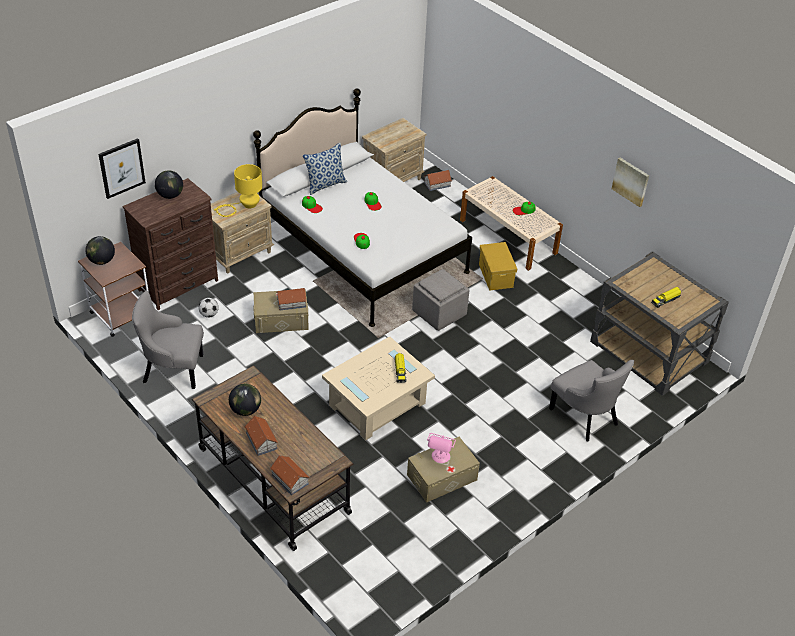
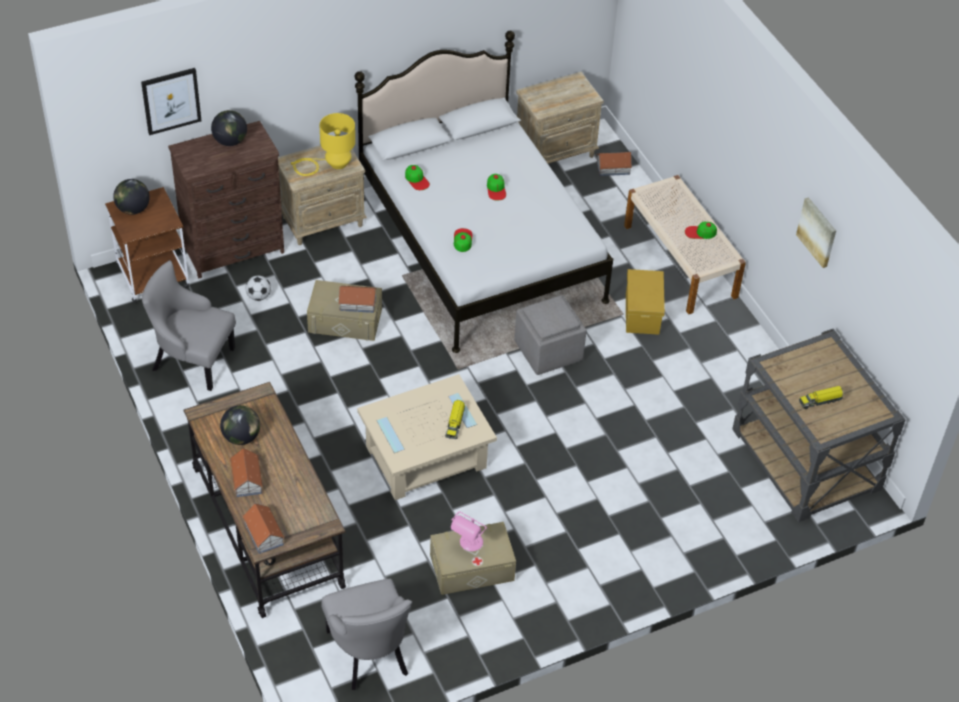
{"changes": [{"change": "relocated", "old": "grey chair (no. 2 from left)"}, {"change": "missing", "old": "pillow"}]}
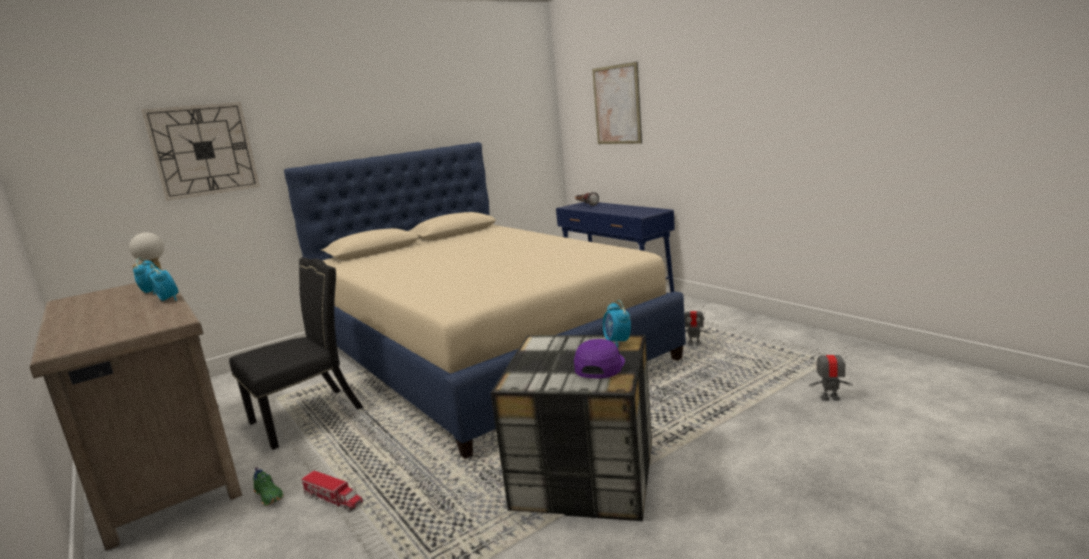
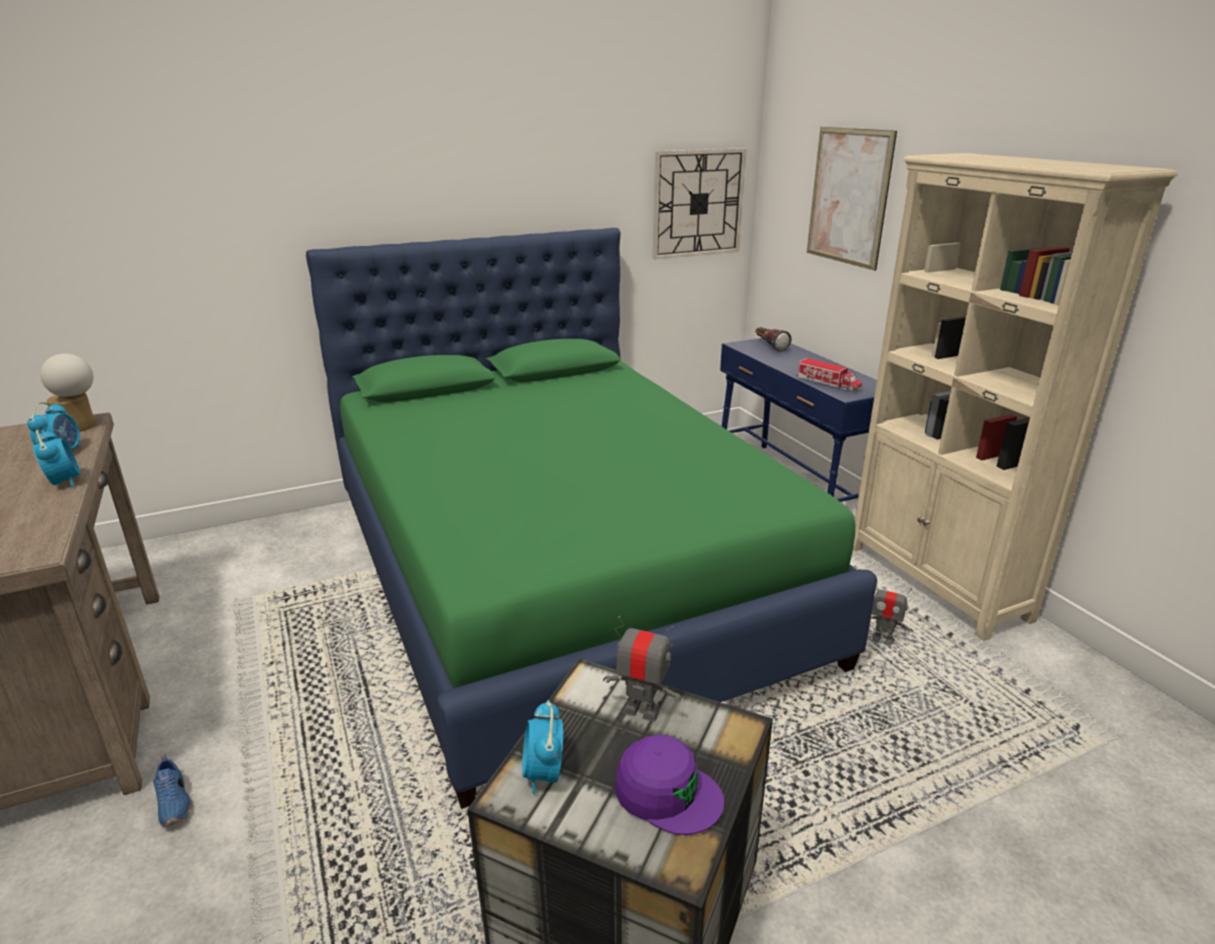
{"changes": [{"change": "colour", "old": "green shoe", "new": "blue shoe"}, {"change": "colour", "old": "beige bed", "new": "green bed"}, {"change": "relocated", "old": "alarm clock (no. 3 from left)"}, {"change": "relocated", "old": "toy robot (no. 2 from left in the first image)", "new": "toy robot (no. 1 from left)"}, {"change": "spun", "old": "purple cap", "degrees": 90}, {"change": "relocated", "old": "wall clock"}, {"change": "relocated", "old": "toy truck"}, {"change": "appeared", "new": "beige bookcase"}, {"change": "missing", "old": "black chair"}]}
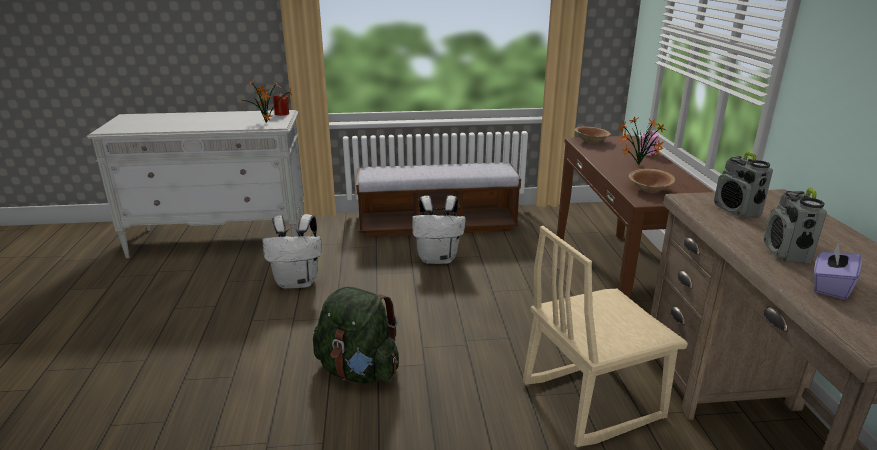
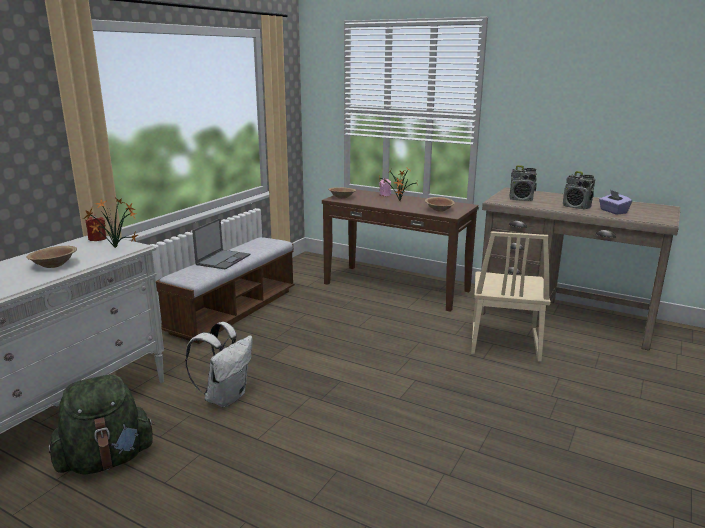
{"changes": [{"change": "appeared", "new": "brown bowl (no. 1 from left)"}, {"change": "relocated", "old": "green backpack"}, {"change": "appeared", "new": "laptop"}, {"change": "missing", "old": "white backpack (no. 2 from left)"}]}
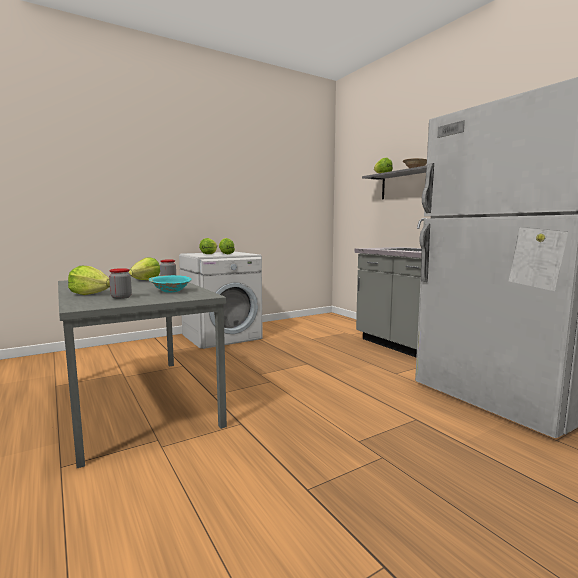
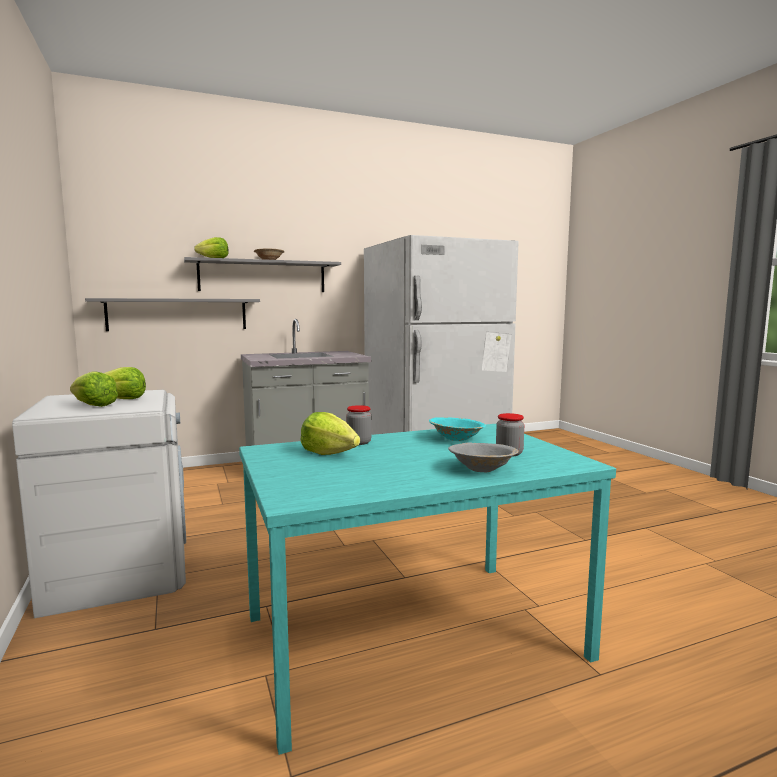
{"changes": [{"change": "appeared", "new": "grey shelf (no. 1 from left)"}, {"change": "colour", "old": "grey dining table", "new": "turquoise dining table"}, {"change": "exchanged", "old": "lettuce (no. 1 from left)", "new": "grey bowl"}]}
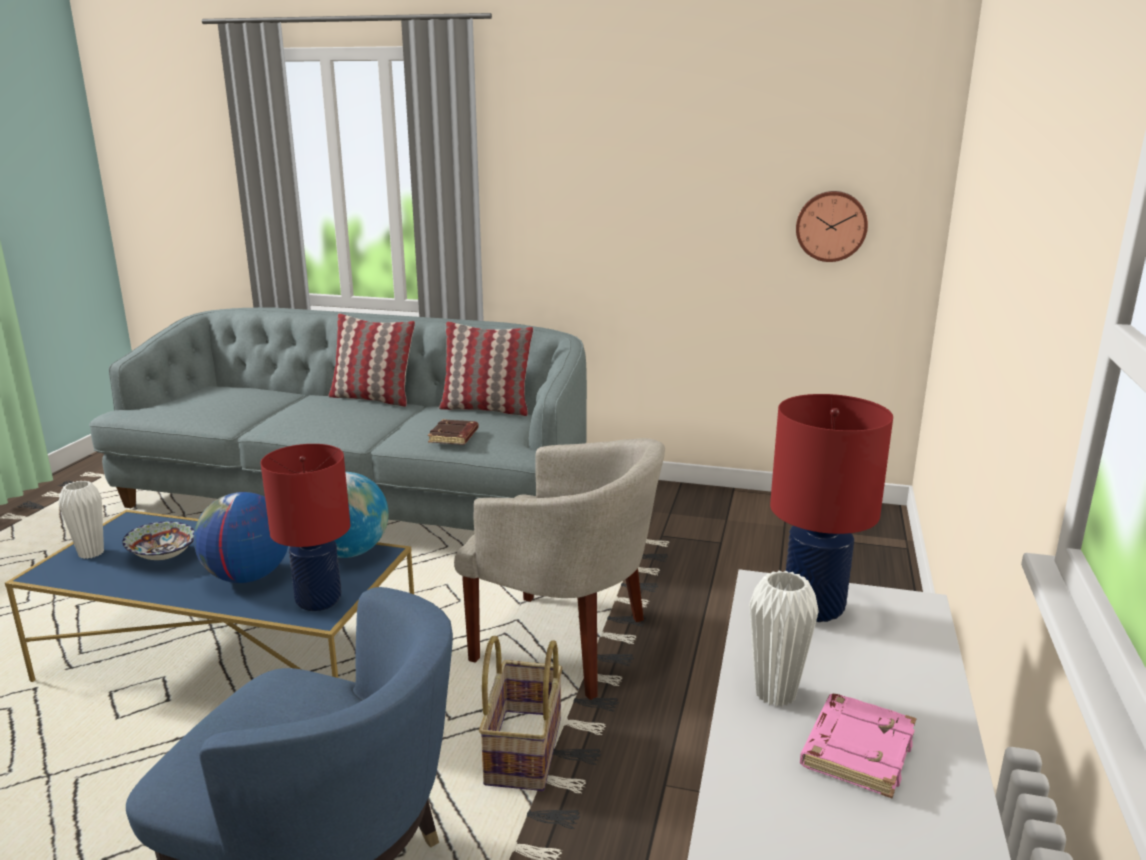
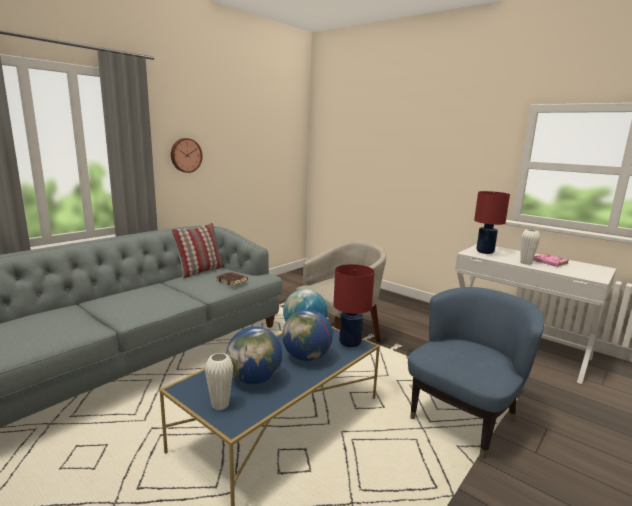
{"changes": [{"change": "relocated", "old": "wall clock"}, {"change": "exchanged", "old": "bowl", "new": "globe (no. 1 from left)"}, {"change": "missing", "old": "pillow (no. 1 from left)"}, {"change": "missing", "old": "basket"}]}
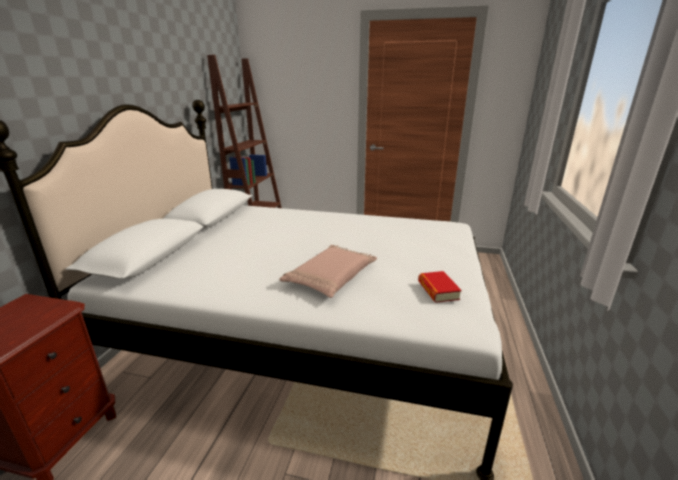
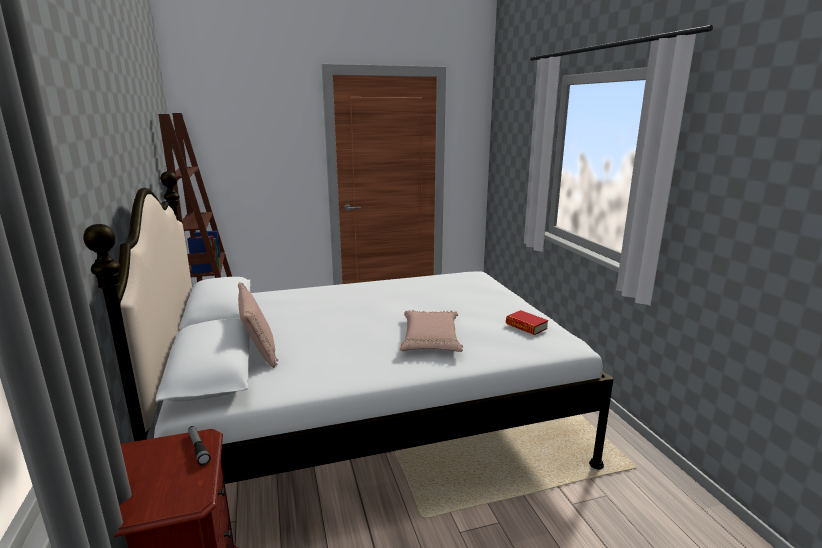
{"changes": [{"change": "appeared", "new": "flashlight"}, {"change": "appeared", "new": "beige pillow (no. 1 from left)"}]}
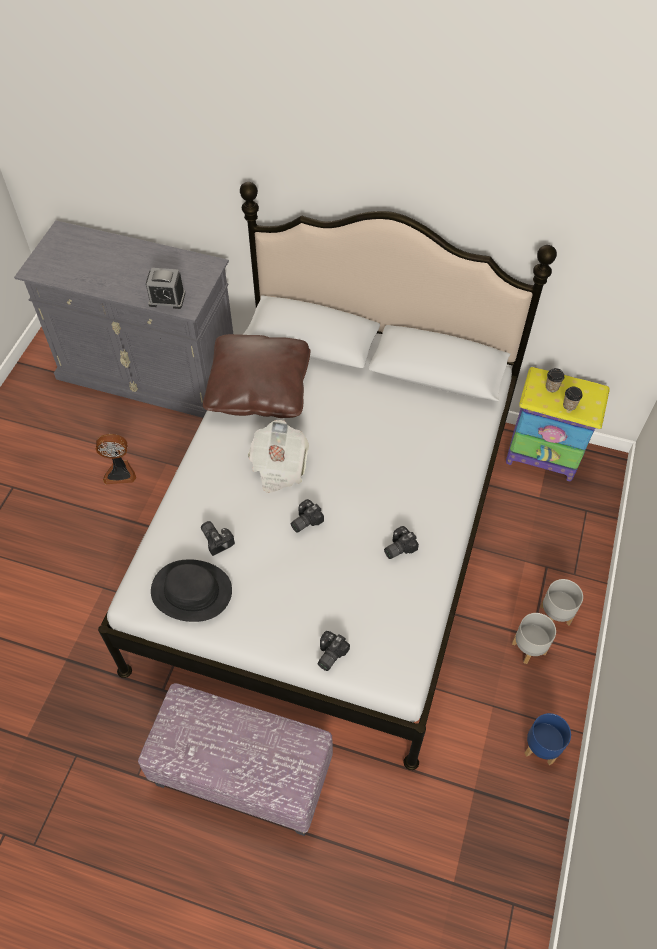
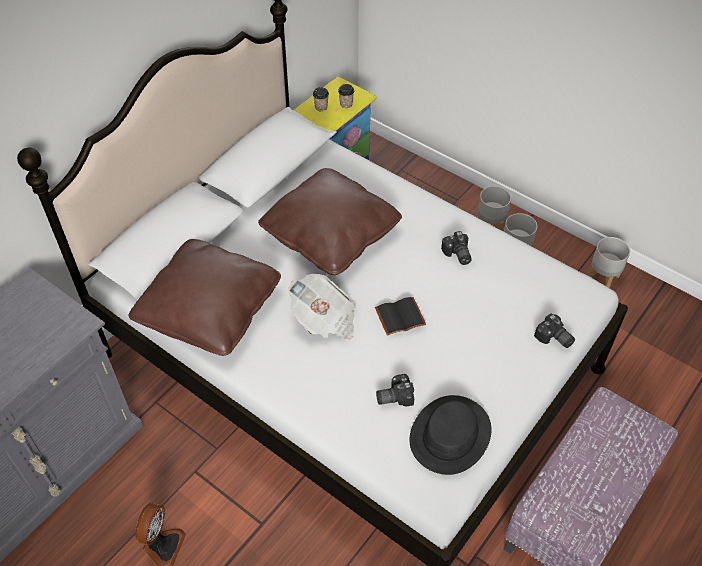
{"changes": [{"change": "appeared", "new": "brown pillow (no. 2 from left)"}, {"change": "exchanged", "old": "photo camera (no. 2 from left)", "new": "black book"}, {"change": "colour", "old": "blue planter", "new": "grey planter (no. 3 from left)"}, {"change": "missing", "old": "alarm clock"}]}
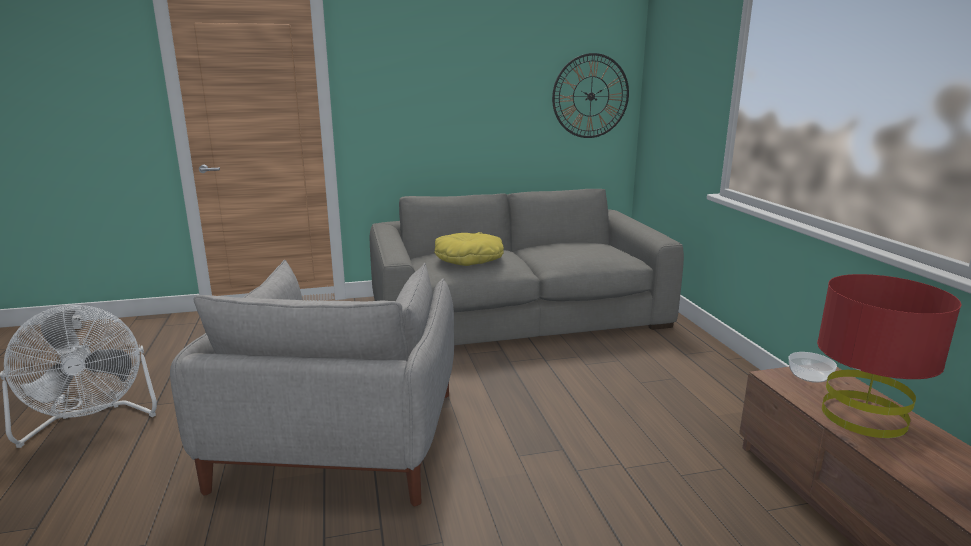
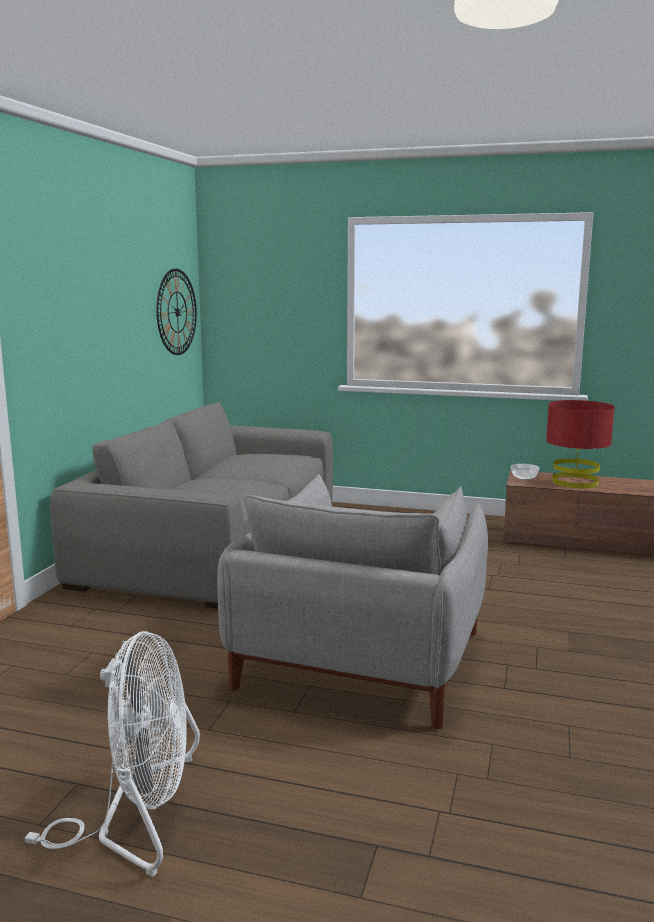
{"changes": [{"change": "spun", "old": "grey armchair", "degrees": 75}, {"change": "missing", "old": "yellow pillow"}]}
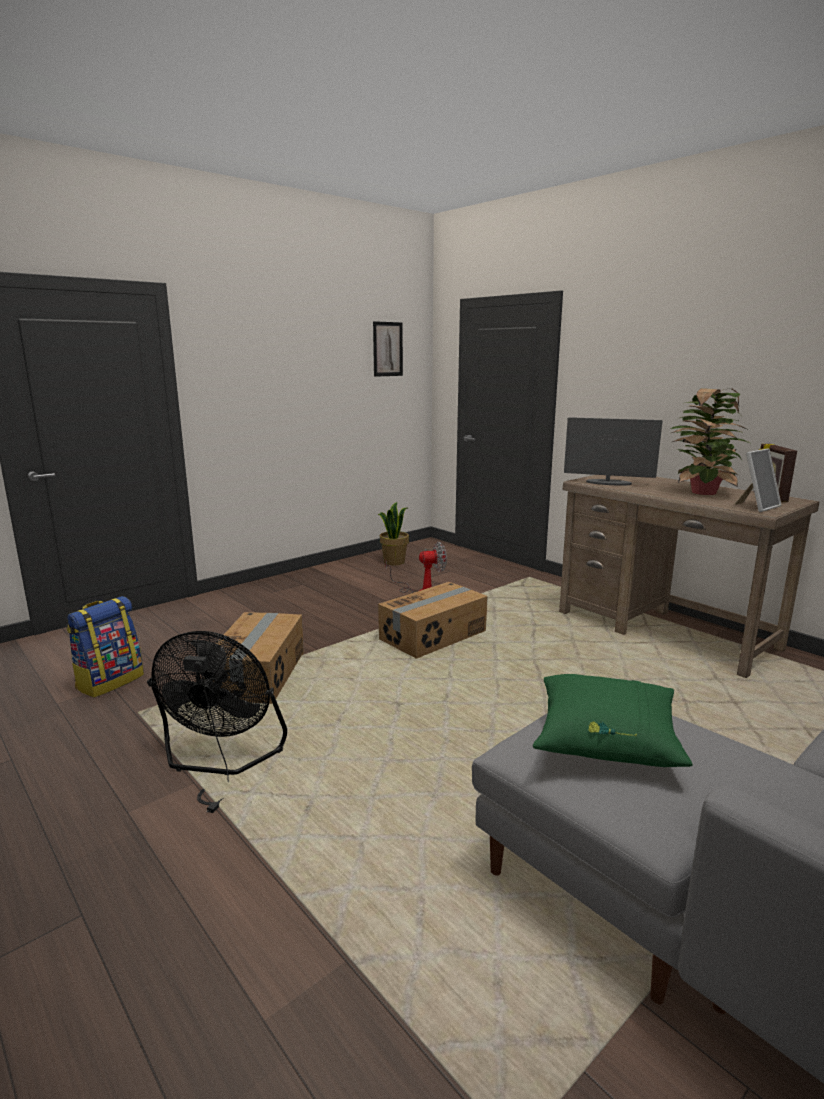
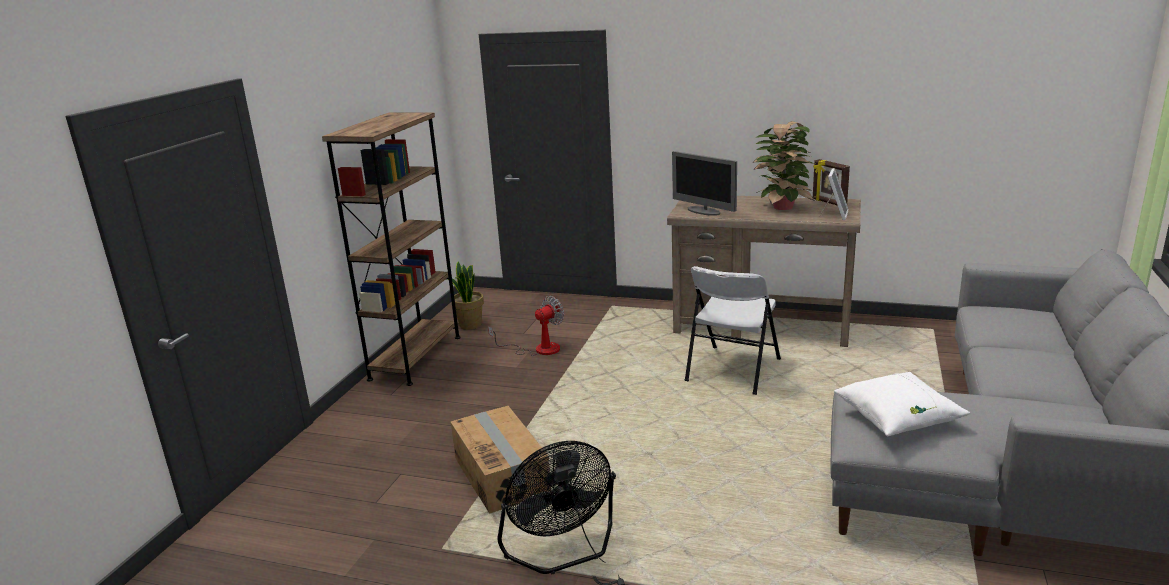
{"changes": [{"change": "appeared", "new": "brown bookcase"}, {"change": "spun", "old": "monitor", "degrees": -120}, {"change": "appeared", "new": "white chair"}, {"change": "colour", "old": "green pillow", "new": "white pillow"}, {"change": "missing", "old": "backpack"}, {"change": "missing", "old": "picture"}, {"change": "missing", "old": "cardboard box (no. 2 from left)"}]}
